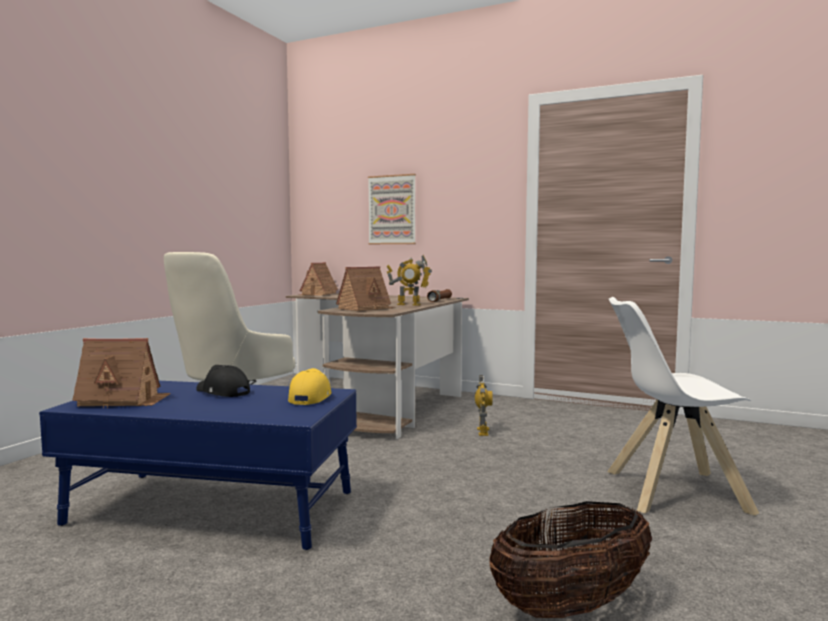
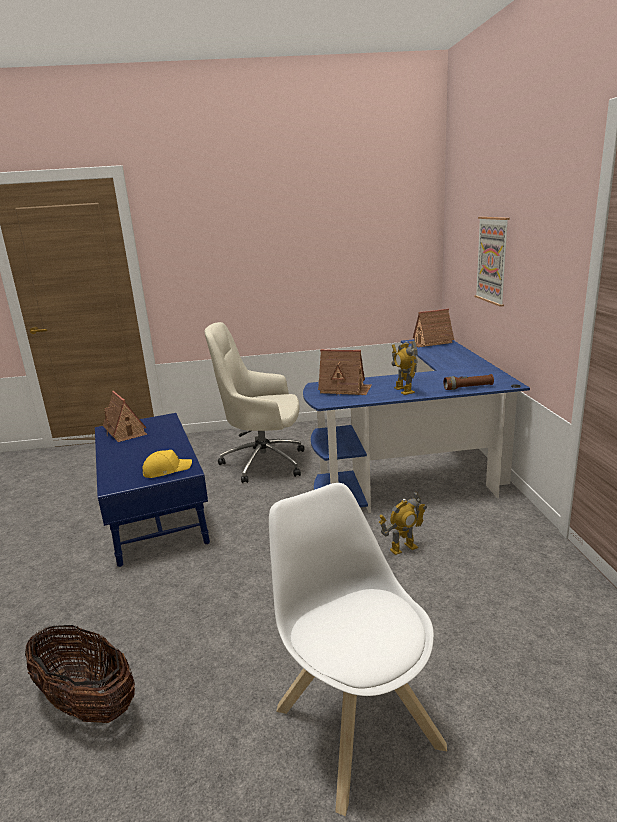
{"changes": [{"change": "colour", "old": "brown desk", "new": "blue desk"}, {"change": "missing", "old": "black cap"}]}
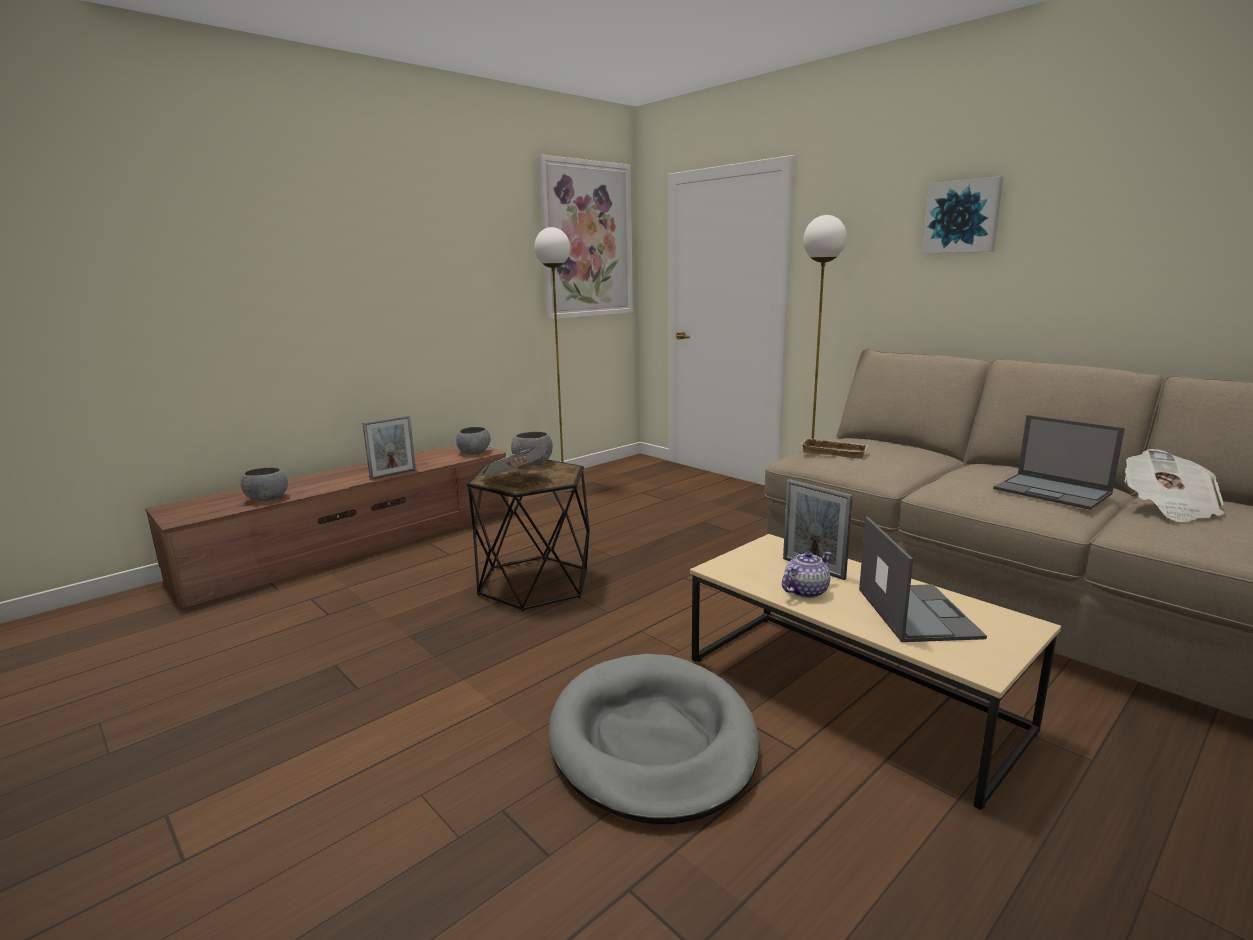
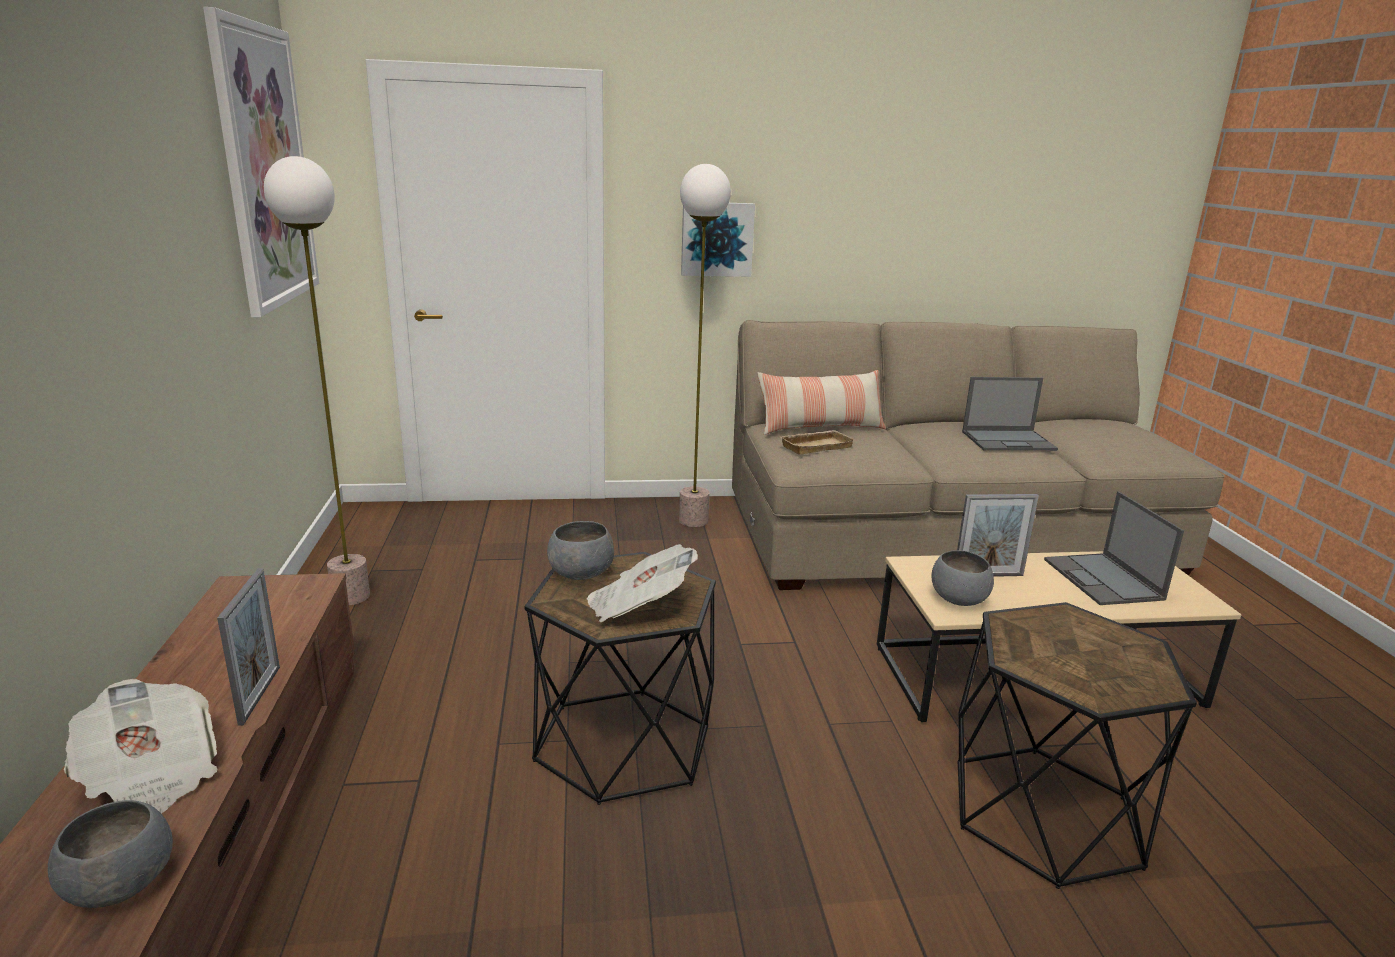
{"changes": [{"change": "relocated", "old": "newspaper (no. 2 from left in the first image)", "new": "newspaper (no. 1 from left)"}, {"change": "relocated", "old": "picture (no. 2 from left)"}, {"change": "appeared", "new": "pillow"}, {"change": "relocated", "old": "grey bowl (no. 2 from left in the first image)", "new": "grey bowl (no. 3 from left)"}, {"change": "exchanged", "old": "grey dog bed", "new": "black side table (no. 2 from left)"}, {"change": "spun", "old": "laptop (no. 1 from left in the first image)", "degrees": -135}, {"change": "missing", "old": "teapot"}]}
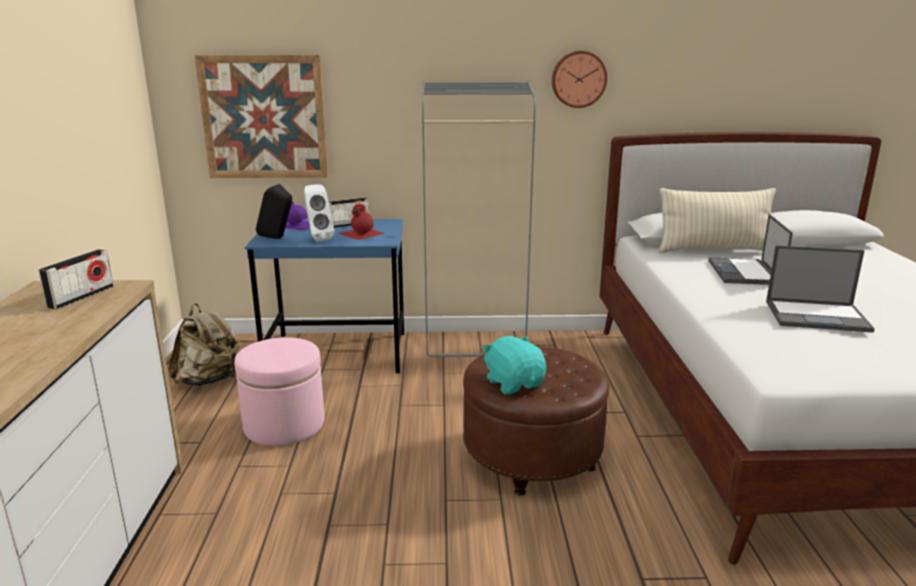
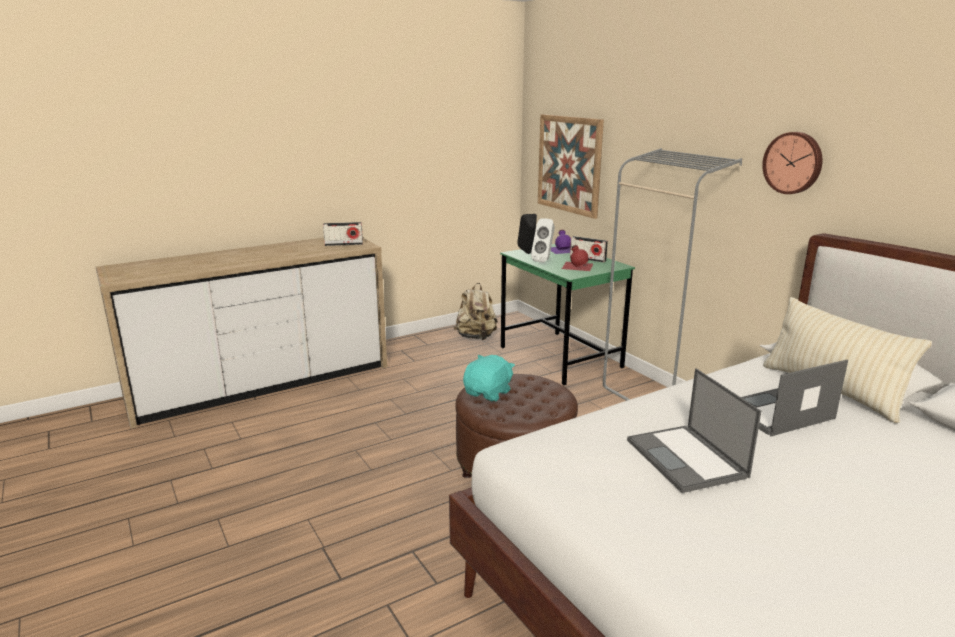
{"changes": [{"change": "colour", "old": "blue desk", "new": "green desk"}, {"change": "missing", "old": "pink ottoman"}]}
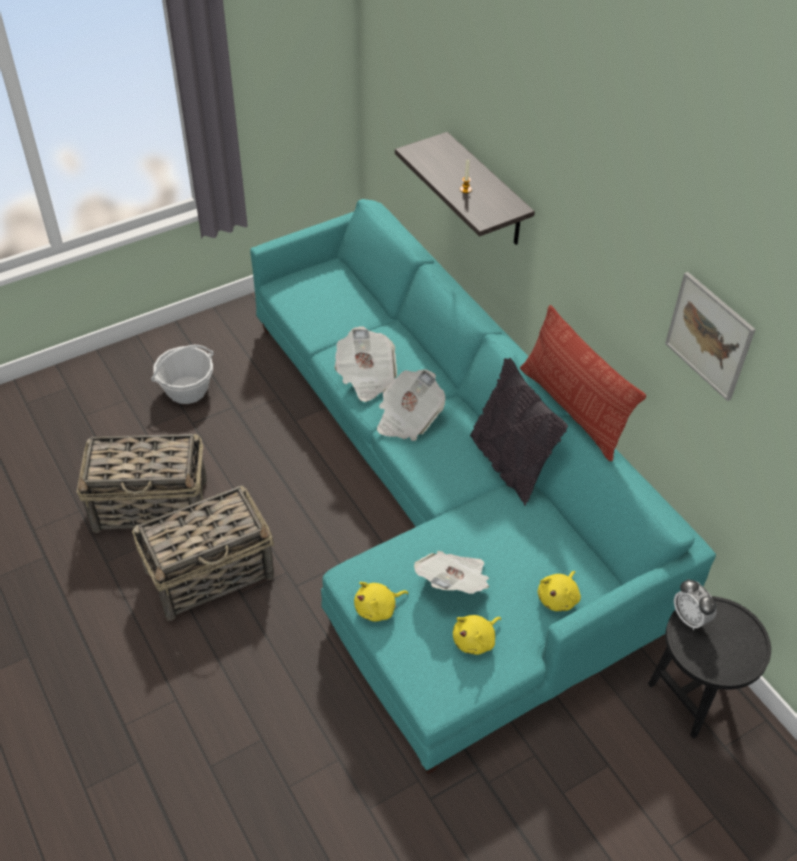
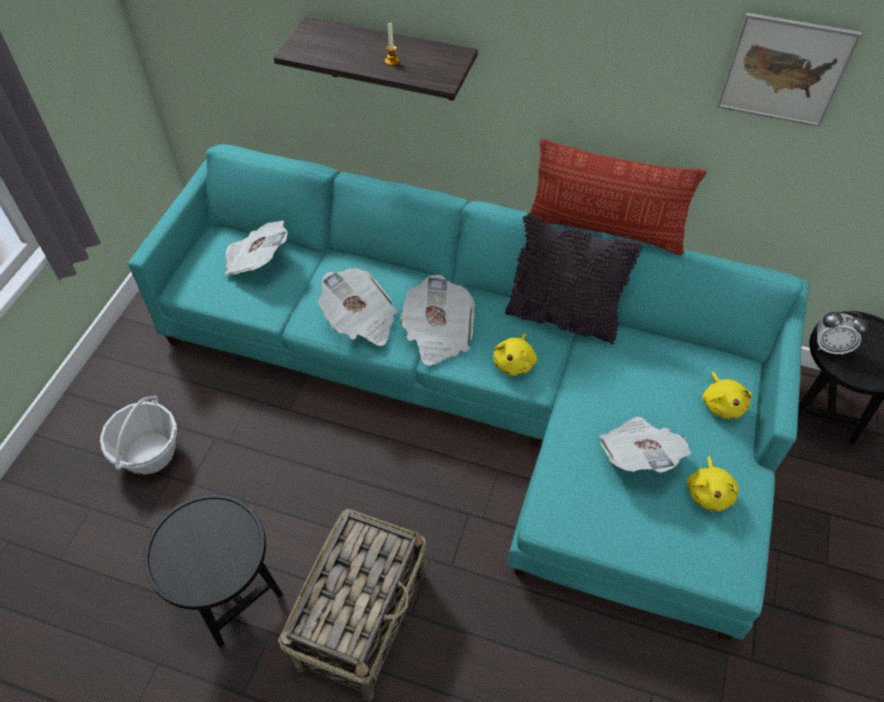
{"changes": [{"change": "exchanged", "old": "basket (no. 1 from left)", "new": "black side table (no. 1 from left)"}, {"change": "appeared", "new": "newspaper (no. 1 from left)"}, {"change": "relocated", "old": "yellow plush toy (no. 1 from left)"}]}
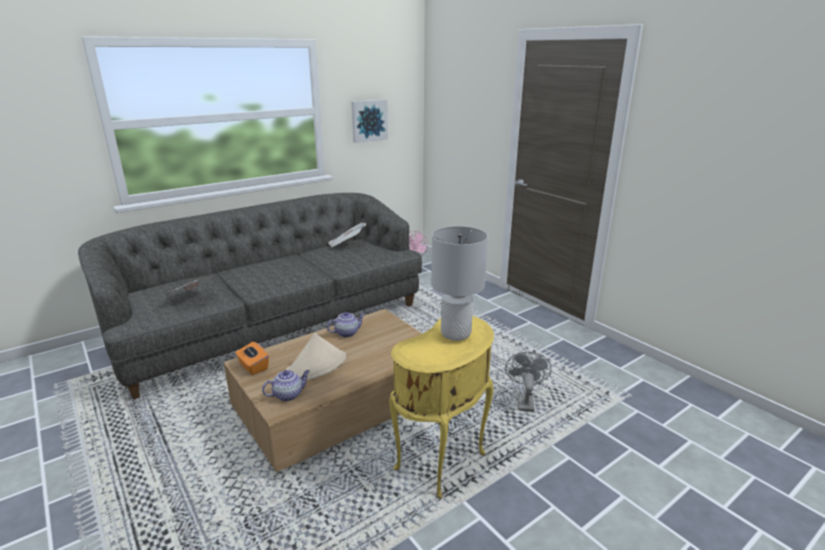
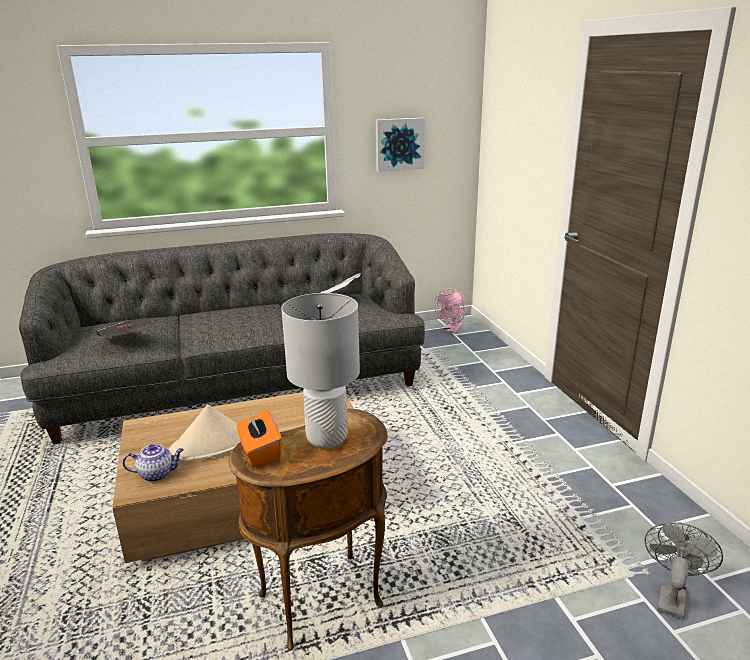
{"changes": [{"change": "colour", "old": "yellow side table", "new": "brown side table"}, {"change": "relocated", "old": "orange tissue box"}, {"change": "relocated", "old": "grey fan"}, {"change": "missing", "old": "teapot (no. 2 from left)"}]}
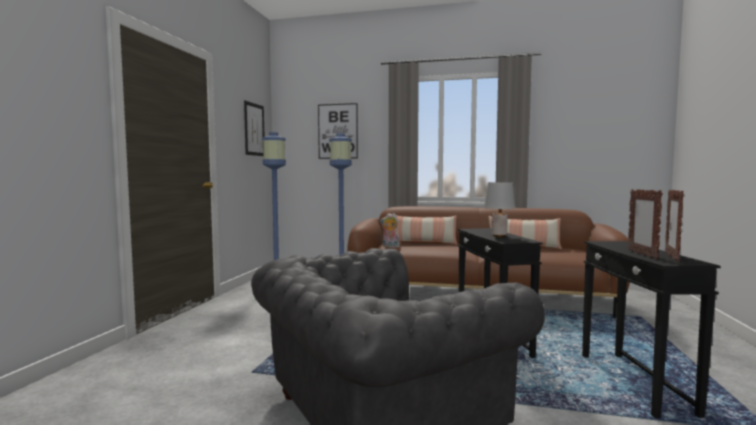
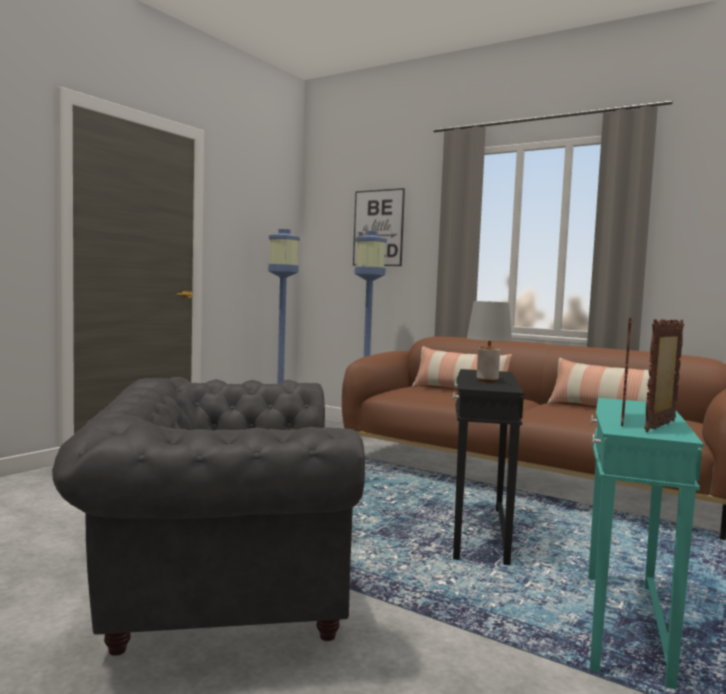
{"changes": [{"change": "colour", "old": "black side table (no. 2 from left)", "new": "turquoise side table"}, {"change": "missing", "old": "picture (no. 1 from left)"}, {"change": "missing", "old": "plush toy"}]}
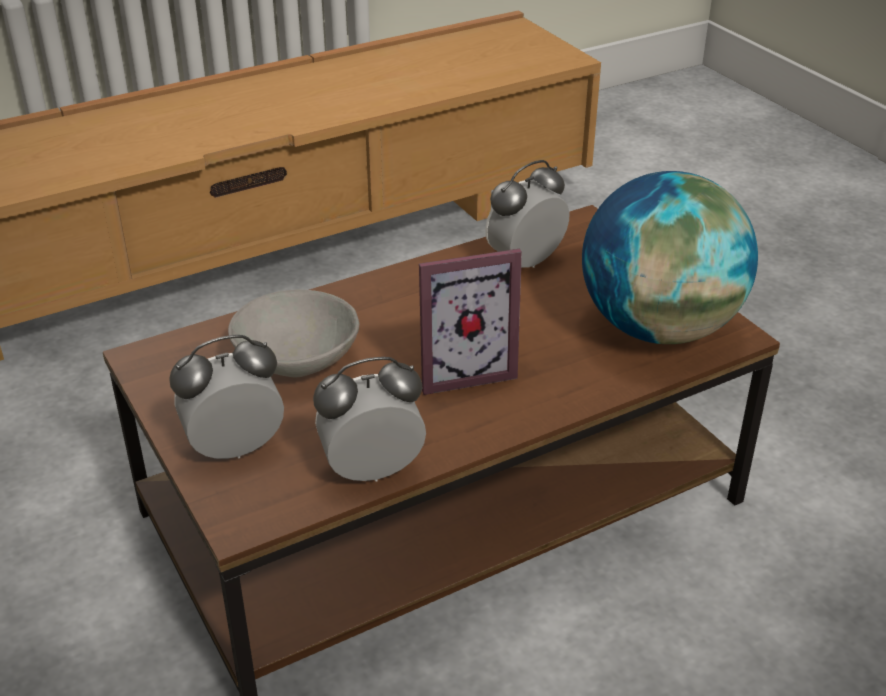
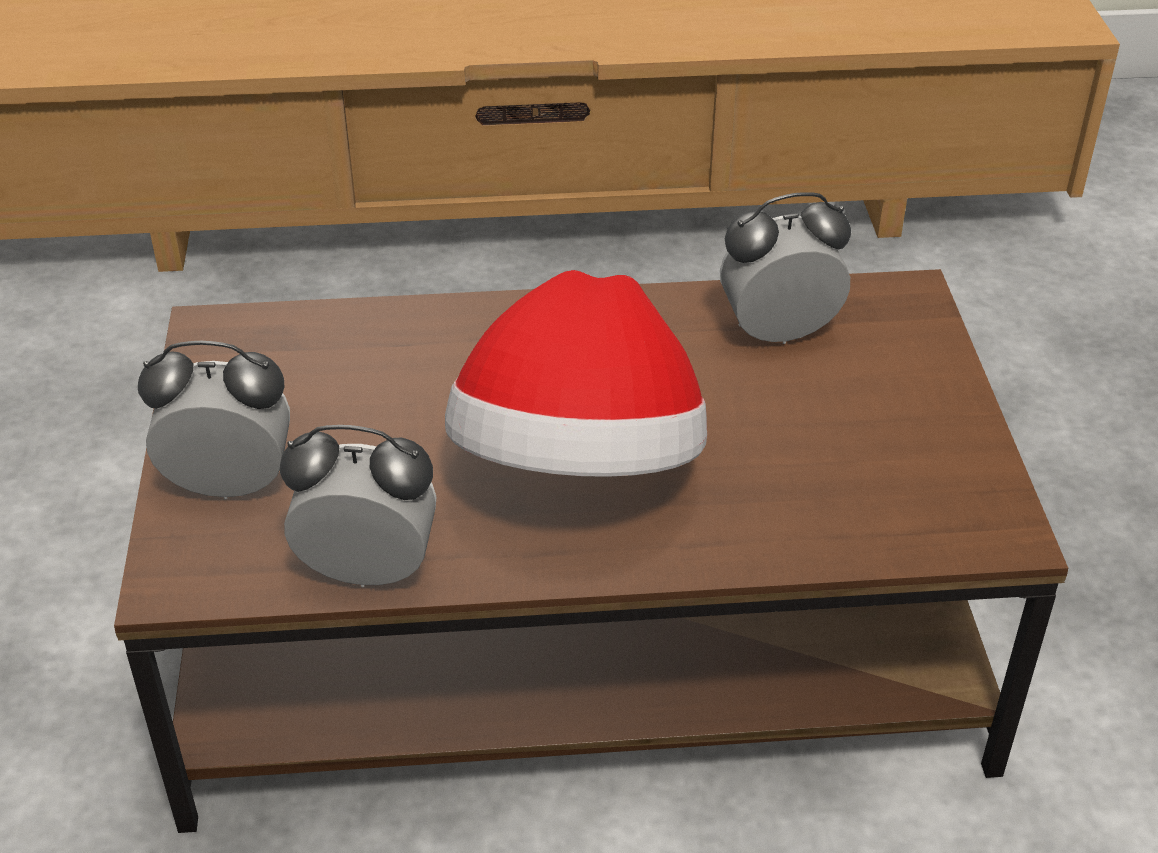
{"changes": [{"change": "exchanged", "old": "picture frame", "new": "hat"}, {"change": "missing", "old": "grey bowl"}, {"change": "missing", "old": "globe"}]}
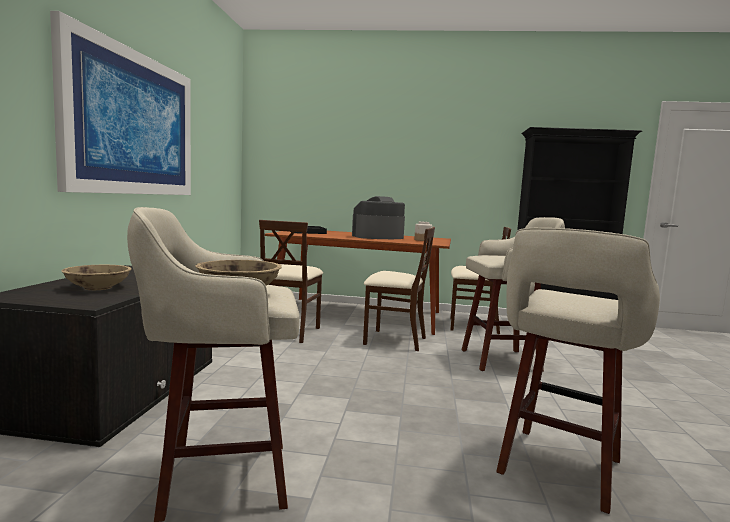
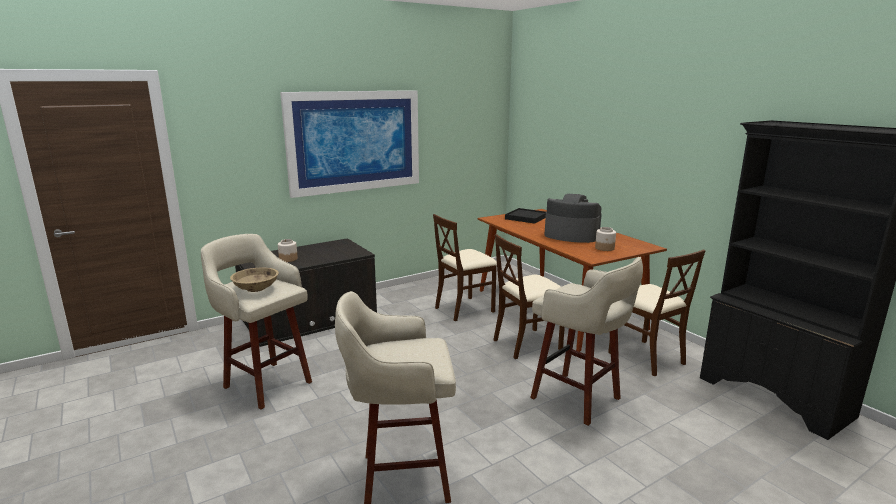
{"changes": [{"change": "exchanged", "old": "beige bowl (no. 1 from left)", "new": "jar (no. 1 from left)"}, {"change": "spun", "old": "beige chair (no. 2 from left)", "degrees": 90}]}
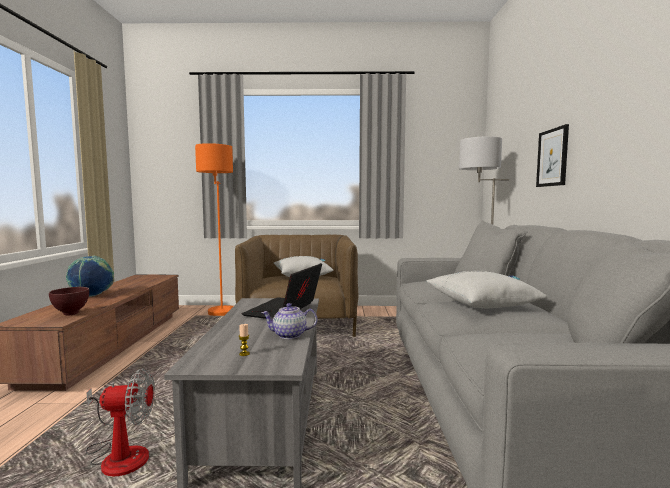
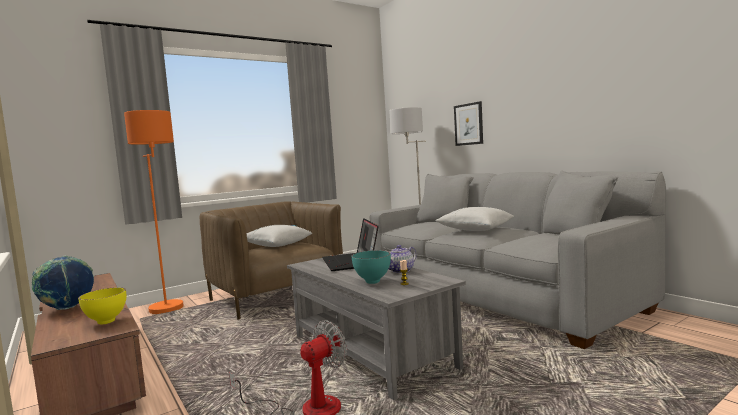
{"changes": [{"change": "colour", "old": "brown bowl", "new": "yellow bowl"}, {"change": "appeared", "new": "turquoise bowl"}]}
